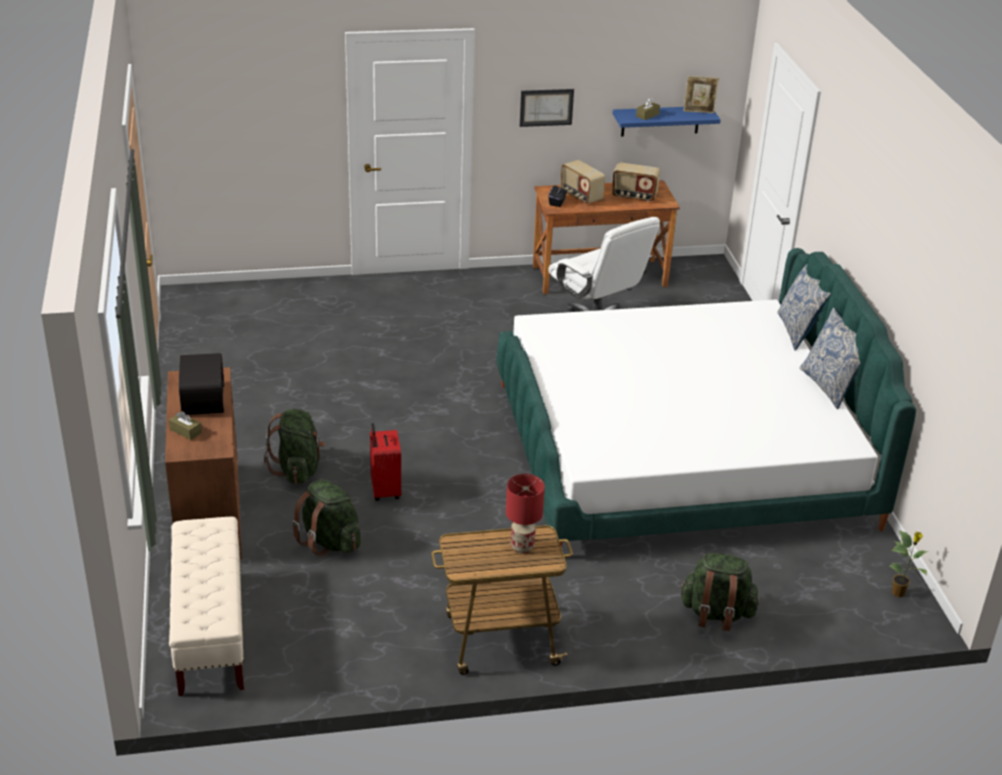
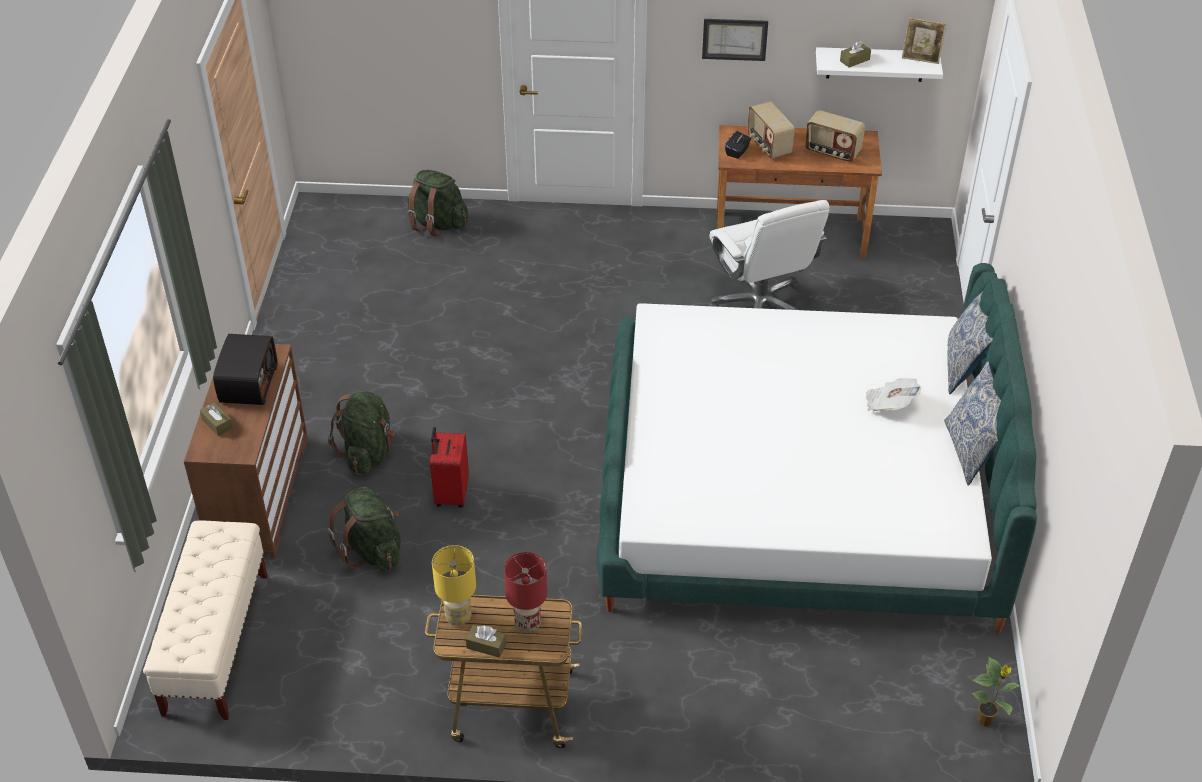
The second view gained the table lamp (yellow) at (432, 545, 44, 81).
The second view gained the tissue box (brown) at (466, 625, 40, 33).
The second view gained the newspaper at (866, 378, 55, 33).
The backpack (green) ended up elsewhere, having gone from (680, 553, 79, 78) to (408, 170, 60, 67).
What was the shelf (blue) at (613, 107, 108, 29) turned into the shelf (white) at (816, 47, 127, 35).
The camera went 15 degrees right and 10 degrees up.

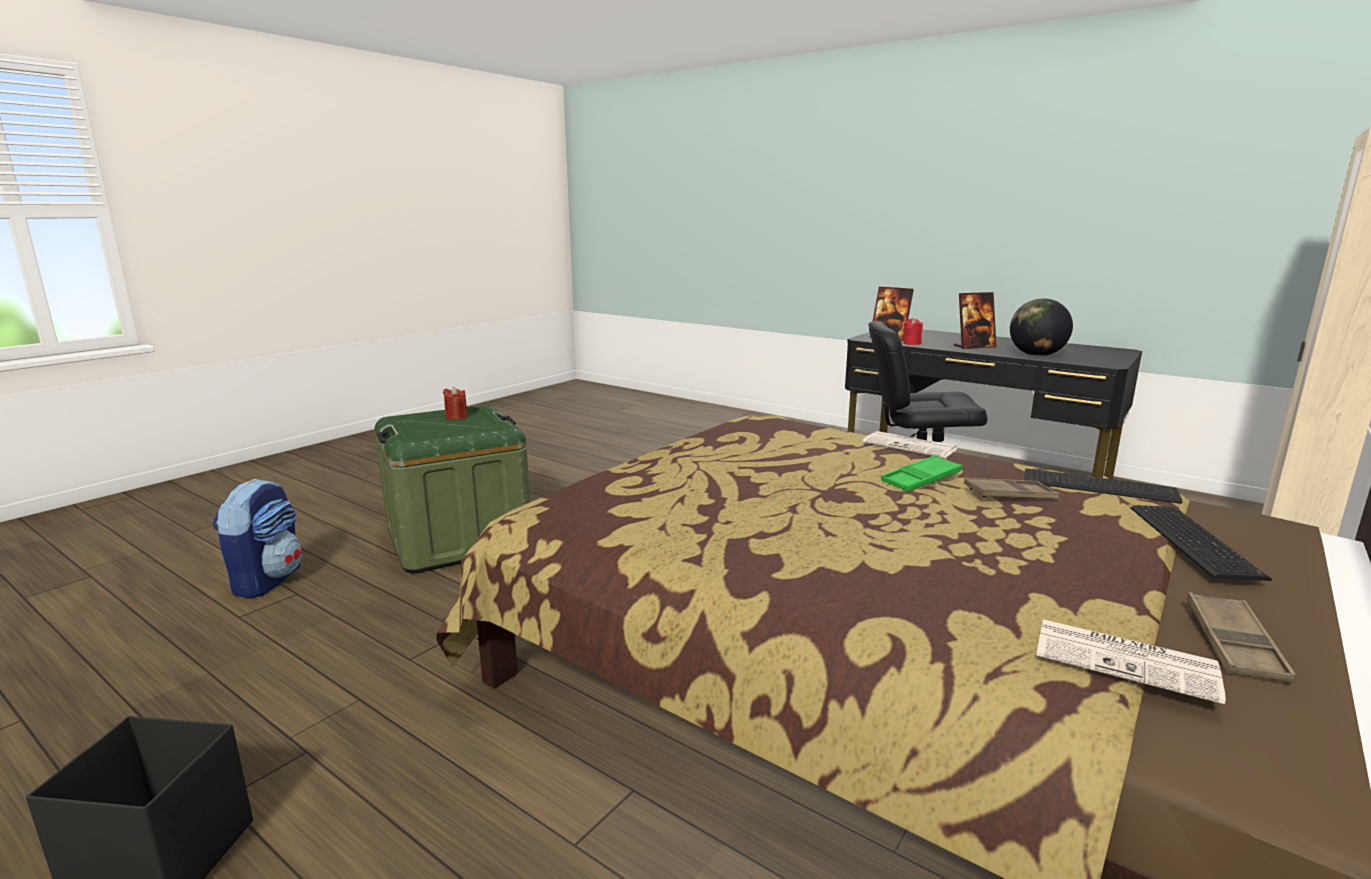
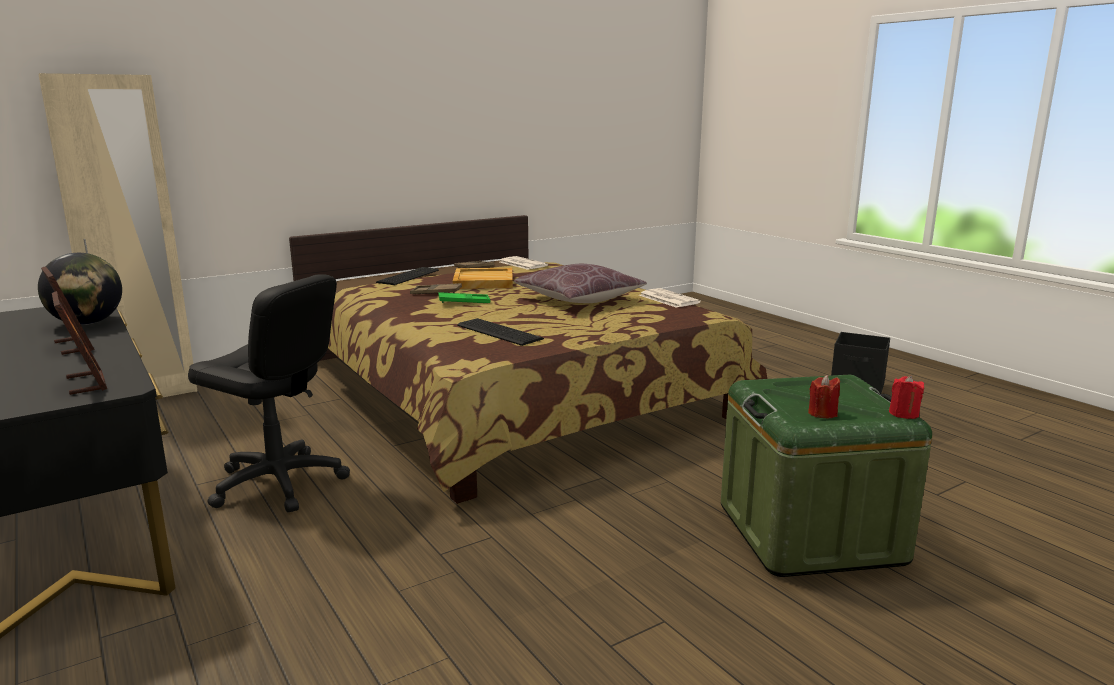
The second view lost the backpack at (213, 479, 89, 120).
The second view gained the tray (beige) at (453, 268, 60, 21).
The second view gained the pillow (brown) at (514, 264, 133, 39).
The newspaper ended up elsewhere, having gone from (863, 431, 94, 27) to (639, 288, 62, 20).
The candle (red) ended up elsewhere, having gone from (903, 318, 20, 27) to (889, 375, 35, 44).
The keyboard ended up elsewhere, having gone from (1025, 468, 157, 36) to (457, 318, 87, 28).
The picture frame at (954, 292, 42, 57) ended up facing another way, 45 degrees clockwise from before.
The camera went 160 degrees left and 0 degrees up.

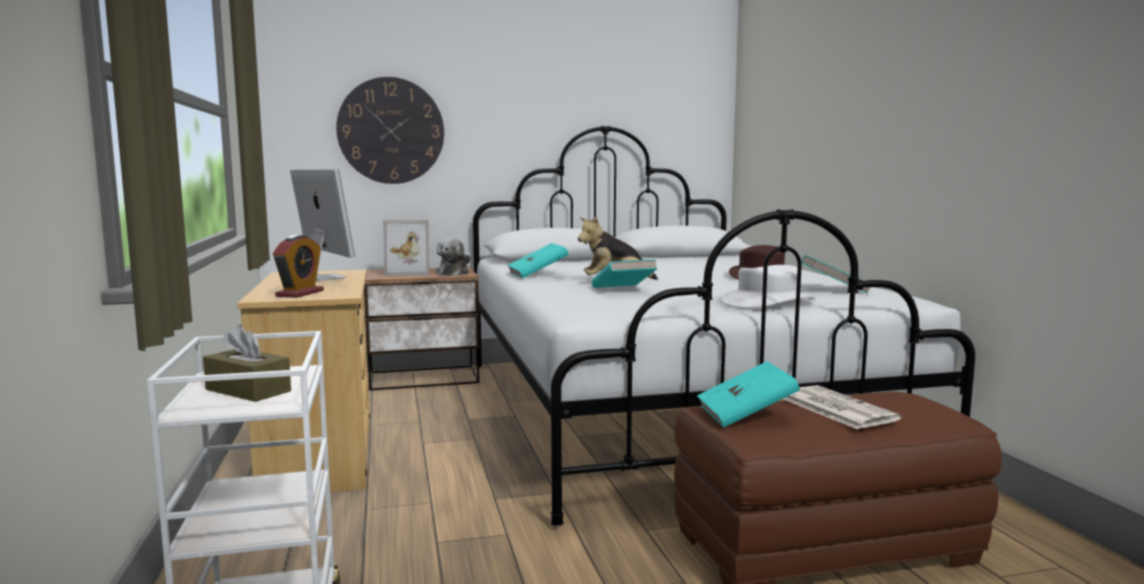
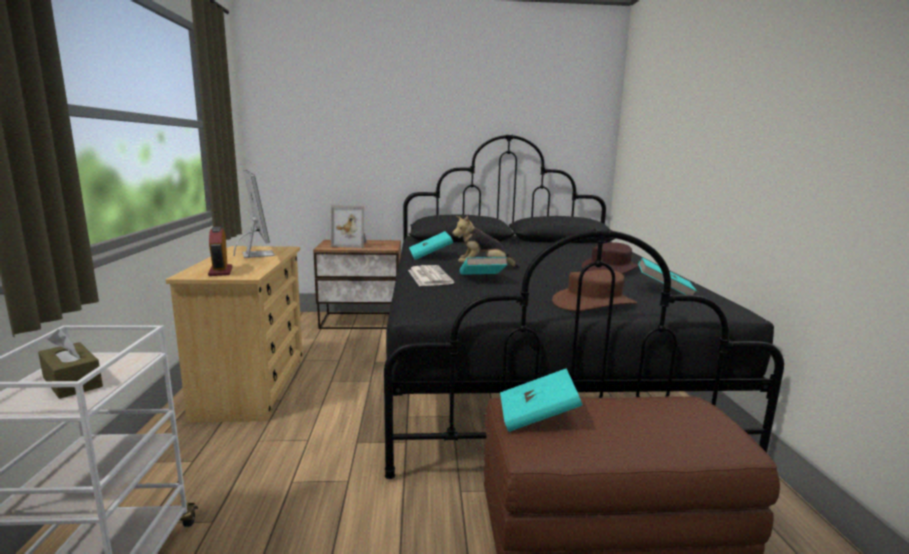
The second view lost the wall clock at (336, 77, 108, 107).
The second view lost the plush toy at (436, 238, 34, 38).
The newspaper ended up elsewhere, having gone from (783, 385, 118, 44) to (408, 265, 46, 21).
What was the bed (white) at (473, 126, 502, 400) turned into the bed (black) at (384, 135, 400, 344).
What was the hat (white) at (722, 265, 93, 43) turned into the hat (brown) at (552, 270, 85, 41).
The alarm clock at (273, 235, 51, 63) ended up facing another way, 135 degrees clockwise from before.
The camera went 10 degrees right and 5 degrees up.

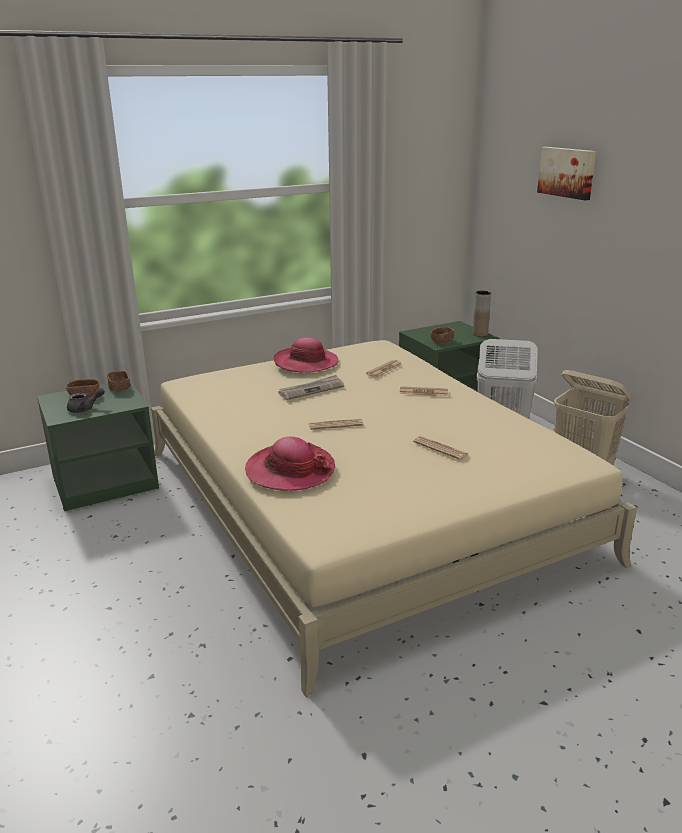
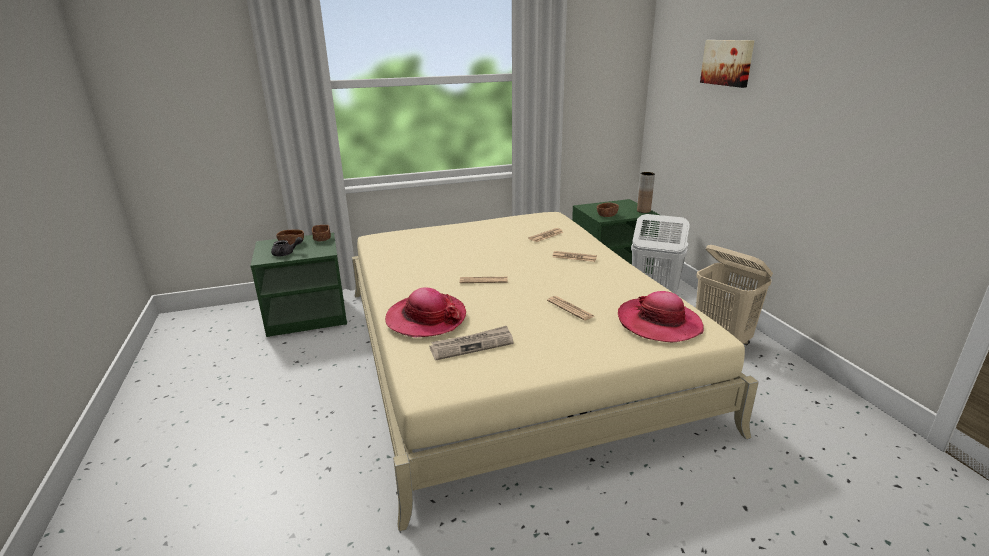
The hat ended up elsewhere, having gone from (273, 337, 65, 35) to (618, 291, 86, 51).
The newspaper ended up elsewhere, having gone from (278, 375, 66, 25) to (429, 326, 84, 34).
The camera went 10 degrees right and 0 degrees up.

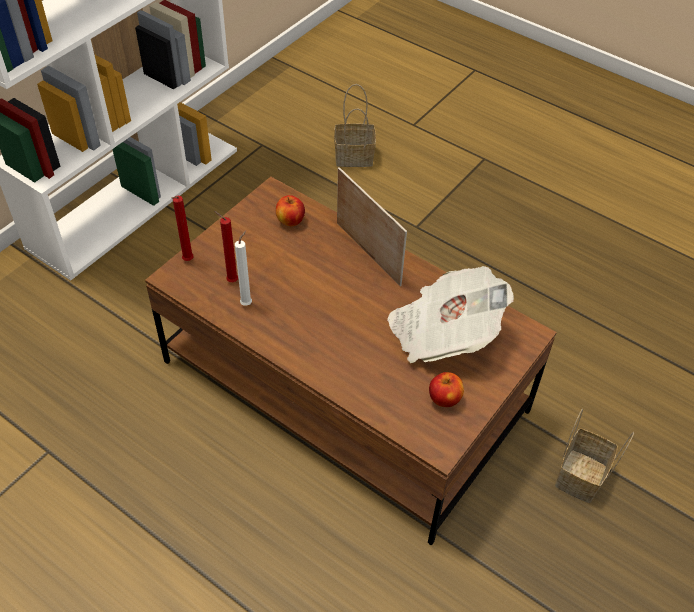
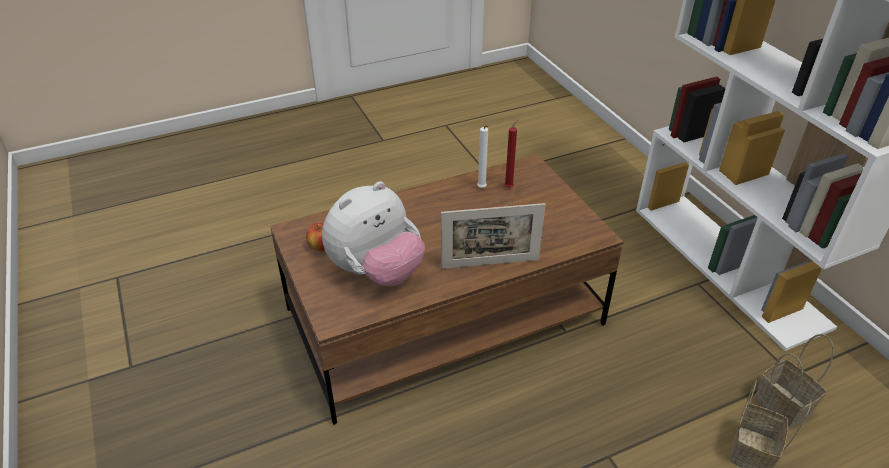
The second view lost the candle (red) at (171, 196, 23, 65).
The second view lost the apple at (276, 195, 29, 31).
The basket ended up elsewhere, having gone from (555, 409, 79, 94) to (755, 334, 79, 94).
Where the newspaper stood at (387, 266, 127, 97), the plush toy came to stand at (322, 181, 103, 105).
The camera went 120 degrees right and 10 degrees down.

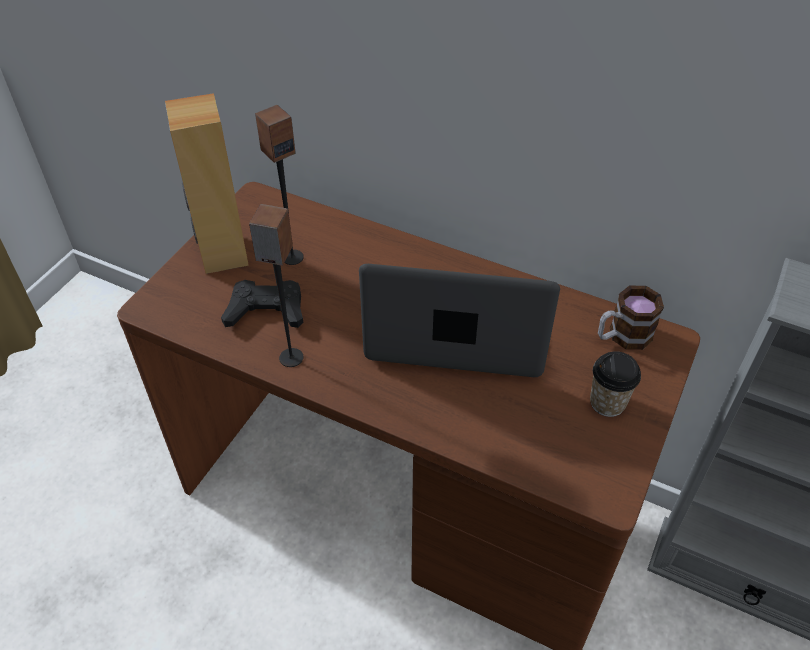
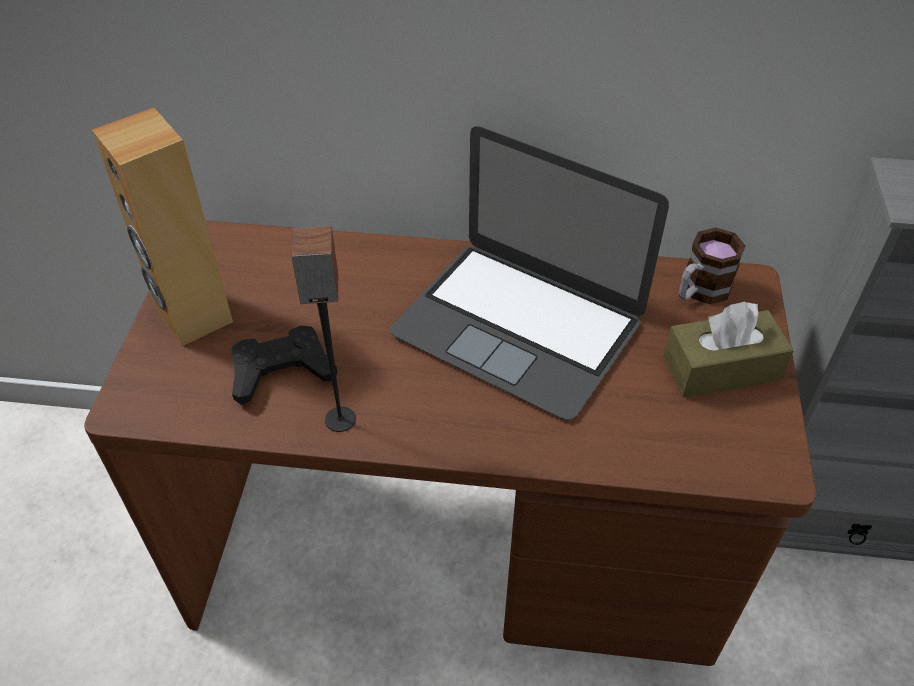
The second view lost the speaker at (255, 105, 49, 160).
Where the cup stood at (590, 351, 51, 66), the tissue box (brown) came to stand at (663, 301, 131, 96).
The laptop at (359, 264, 201, 113) ended up facing another way, 135 degrees counterclockwise from before.
The camera went 20 degrees left and 0 degrees up.

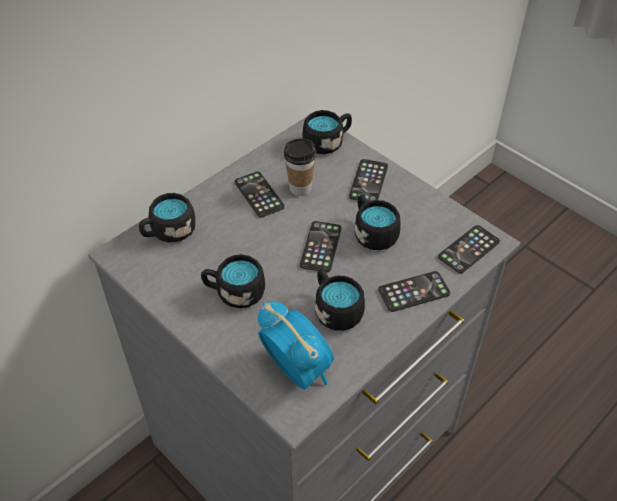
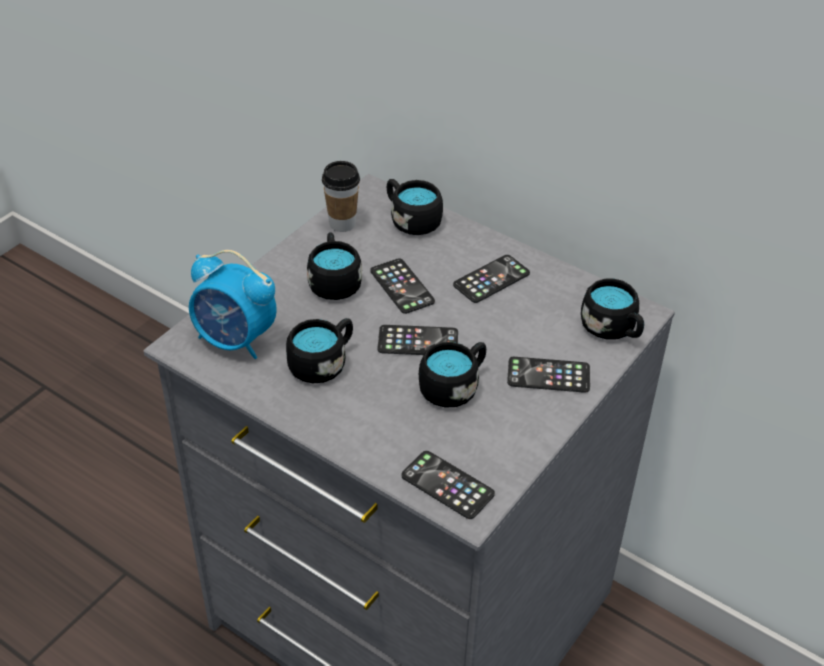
The cup ended up elsewhere, having gone from (284, 138, 32, 58) to (322, 161, 38, 71).
The phone ended up elsewhere, having gone from (378, 271, 72, 41) to (370, 258, 65, 56).
The alarm clock at (258, 302, 76, 88) ended up facing another way, 75 degrees clockwise from before.
The camera went 80 degrees right and 5 degrees down.

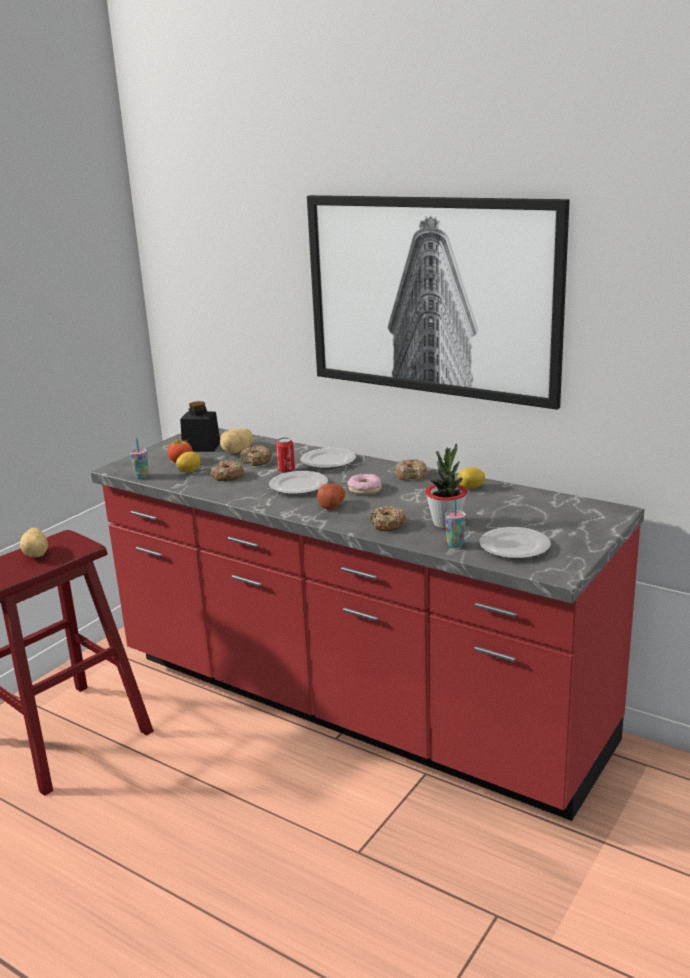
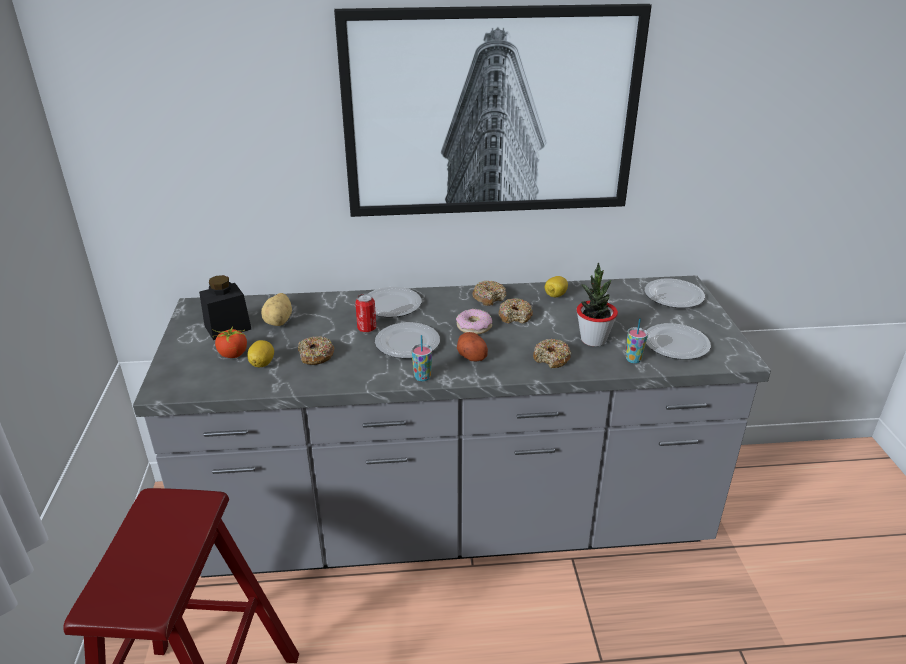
The second view lost the potato at (20, 527, 28, 30).
The second view gained the plate at (645, 279, 60, 29).
The cup ended up elsewhere, having gone from (130, 438, 19, 41) to (411, 335, 21, 46).
The donut ended up elsewhere, having gone from (241, 446, 31, 20) to (499, 298, 34, 26).
What was the counter (red) at (91, 428, 554, 393) turned into the counter (grey) at (133, 275, 638, 303).
The camera went 40 degrees left and 10 degrees up.

